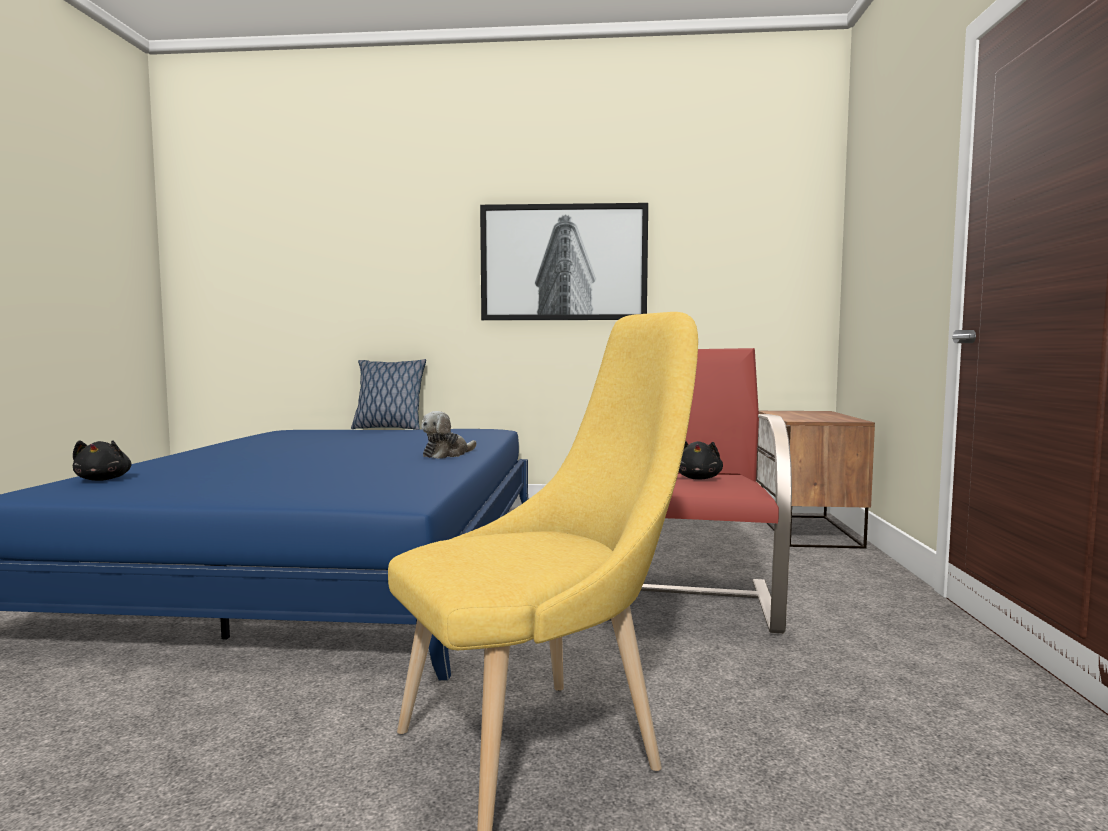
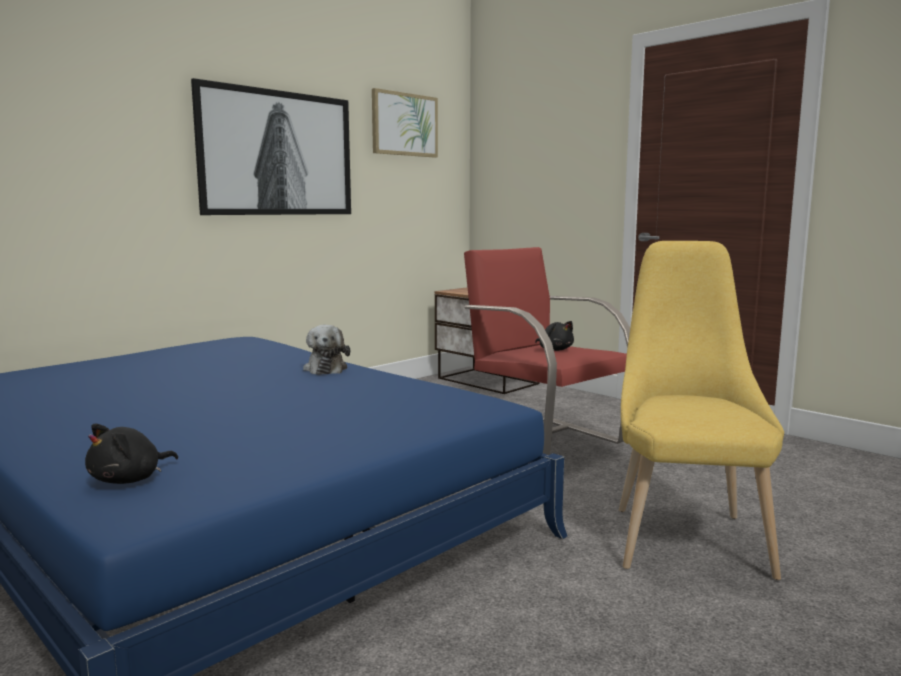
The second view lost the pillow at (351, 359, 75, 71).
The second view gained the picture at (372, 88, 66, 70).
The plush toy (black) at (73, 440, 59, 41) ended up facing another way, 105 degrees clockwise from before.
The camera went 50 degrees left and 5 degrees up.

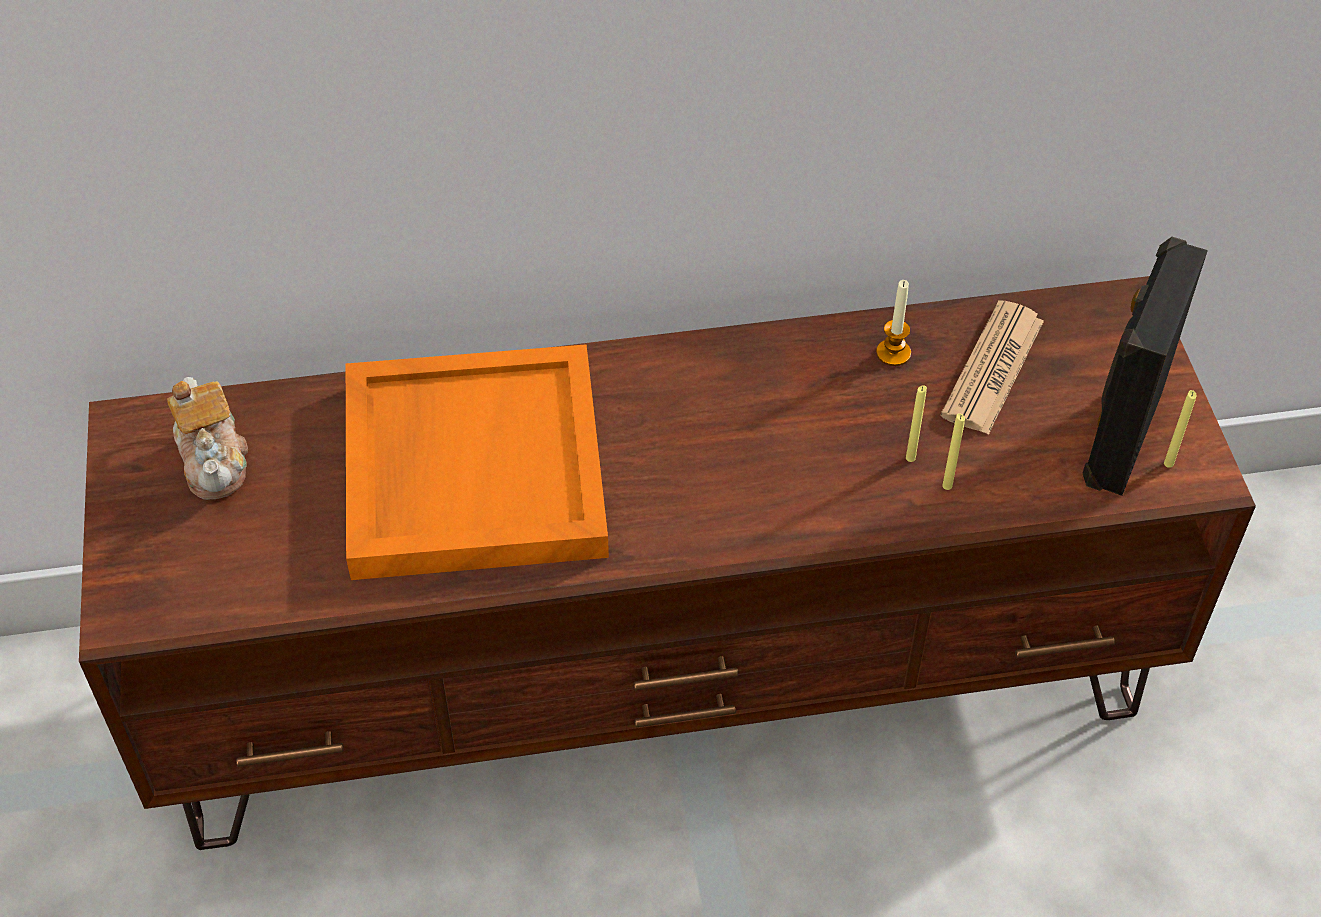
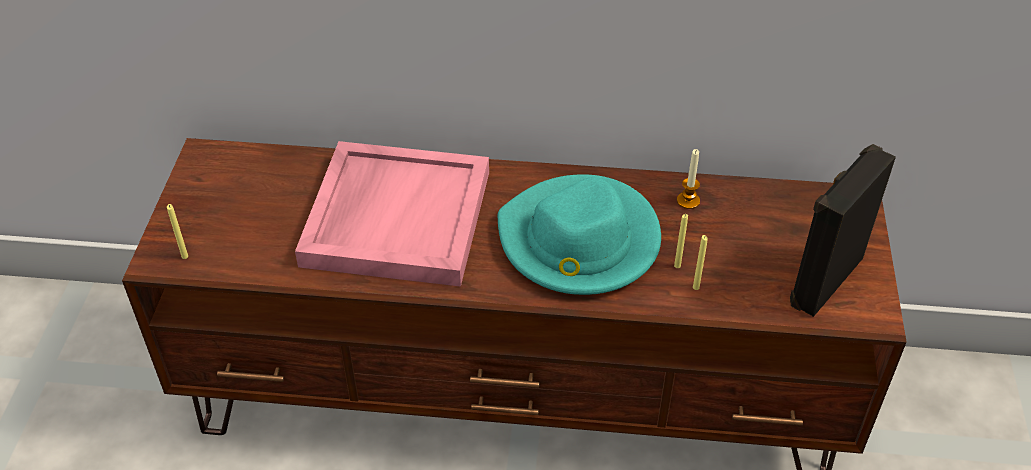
The second view lost the teapot at (167, 377, 81, 123).
The second view lost the newspaper at (940, 300, 104, 135).
The second view gained the hat (turquoise) at (498, 174, 163, 121).
The candle (yellow) ended up elsewhere, having gone from (1164, 390, 33, 78) to (167, 204, 21, 55).
What was the tray (orange) at (346, 344, 263, 236) turned into the tray (pink) at (295, 141, 194, 146).
The camera went 15 degrees right and 5 degrees down.

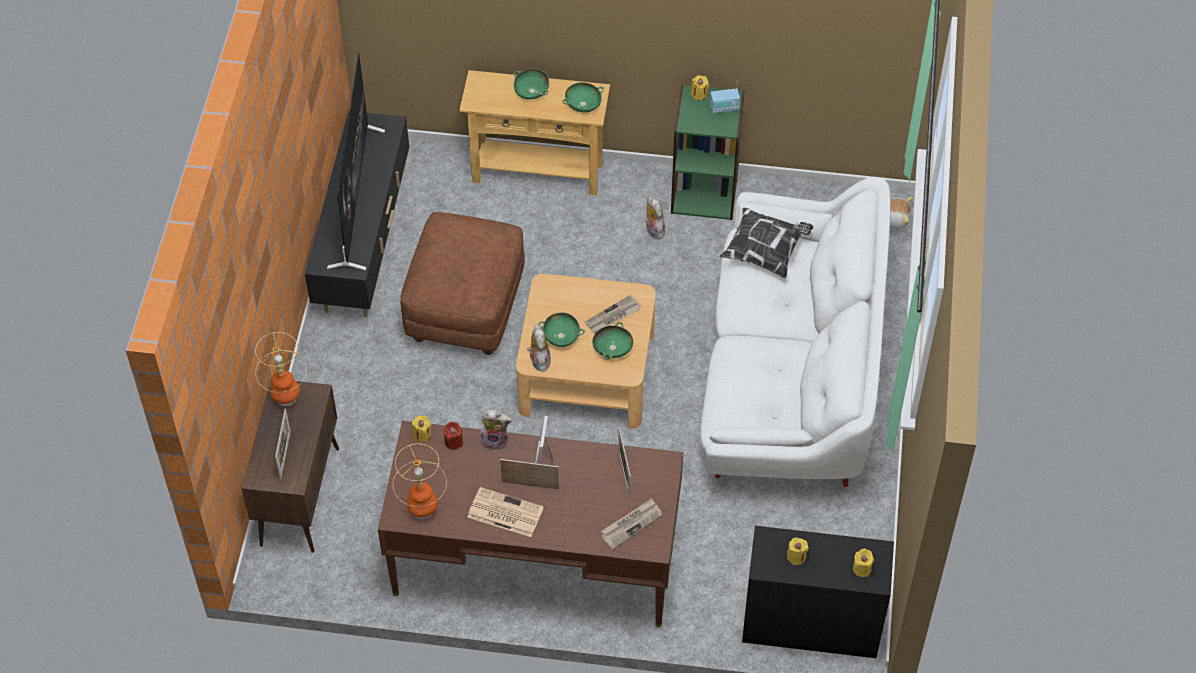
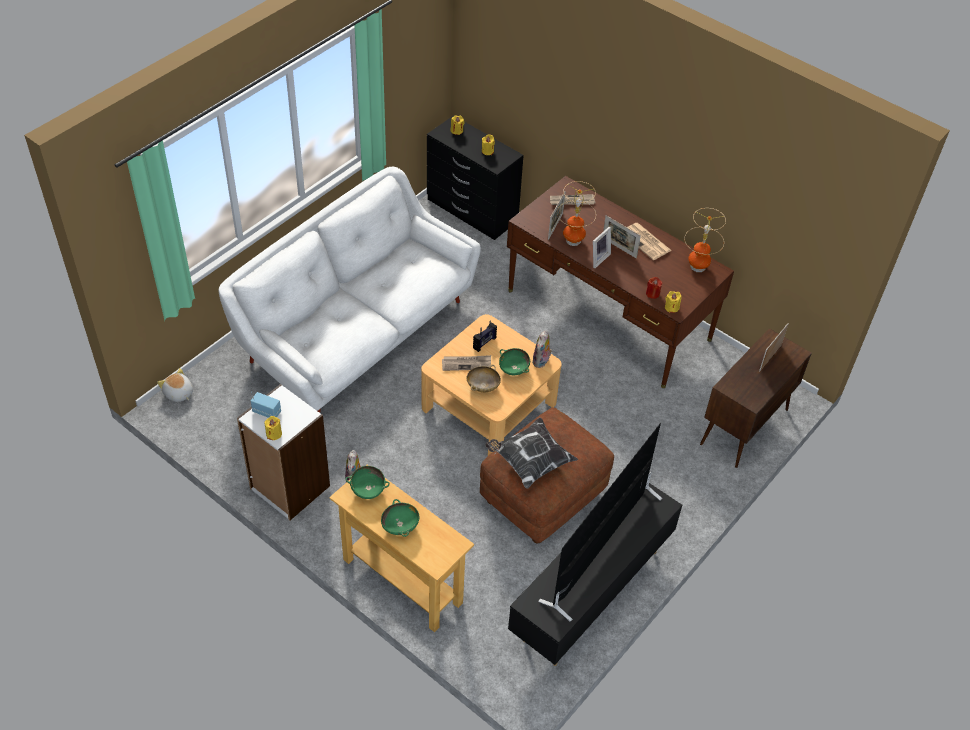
The second view lost the plush toy at (480, 410, 32, 41).
The second view gained the bowl (beige) at (467, 365, 34, 27).
The table lamp ended up elsewhere, having gone from (255, 332, 52, 75) to (557, 181, 39, 65).
The pillow ended up elsewhere, having gone from (720, 208, 93, 70) to (485, 417, 93, 72).
Where the bowl (green) stood at (592, 322, 41, 37), the radio came to stand at (473, 321, 24, 31).
What was the bookcase (green) at (671, 85, 74, 135) turned into the bookcase (white) at (237, 384, 93, 136).
The camera went 150 degrees left and 5 degrees down.

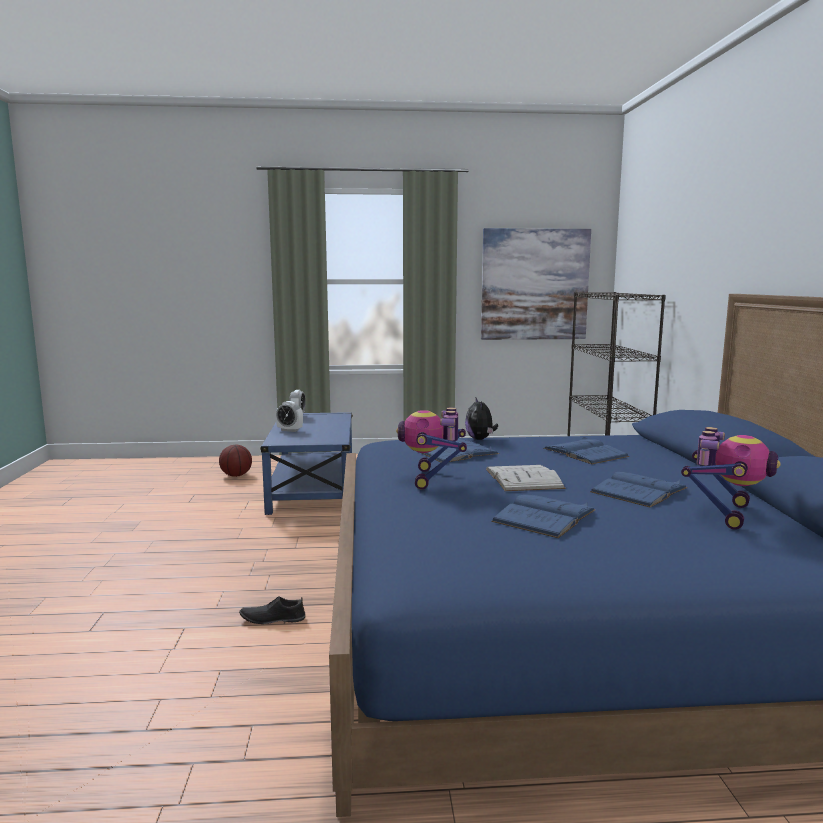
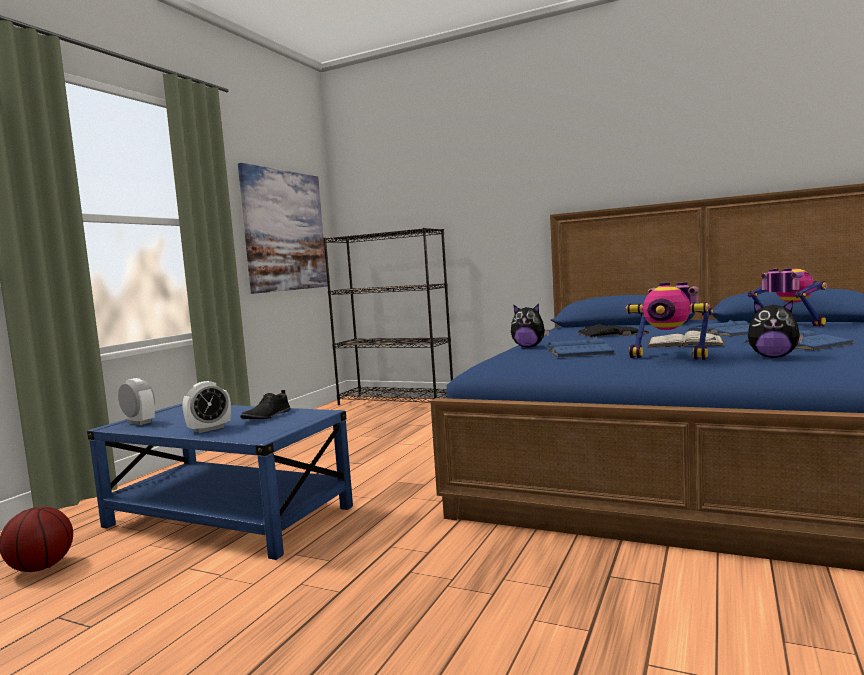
The second view gained the plush toy at (748, 300, 55, 58).
The shoe (black) ended up elsewhere, having gone from (239, 596, 66, 28) to (240, 390, 51, 29).
What was the book (blue) at (543, 437, 87, 27) turned into the book (black) at (577, 324, 73, 13).
The camera went 60 degrees left and 5 degrees down.

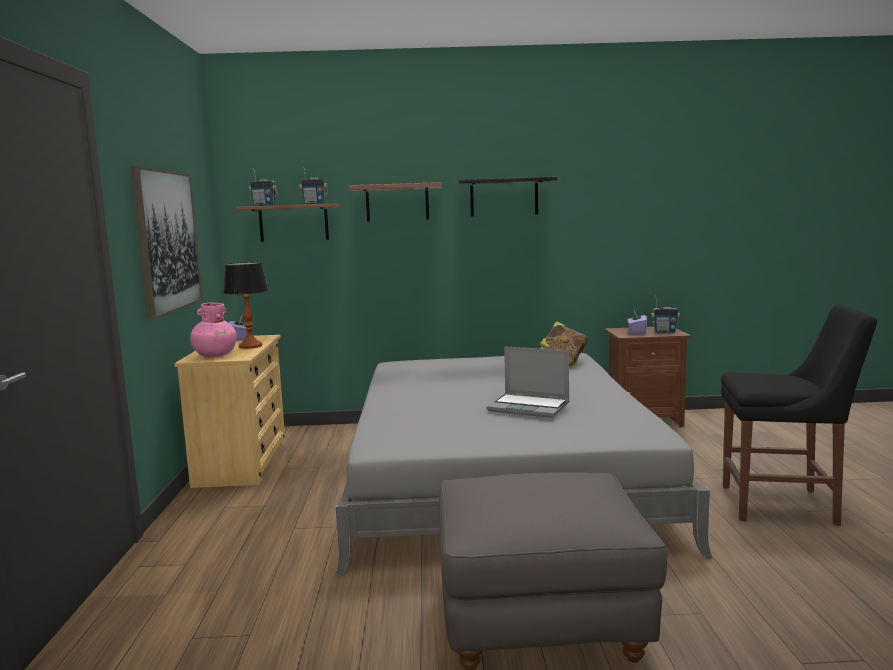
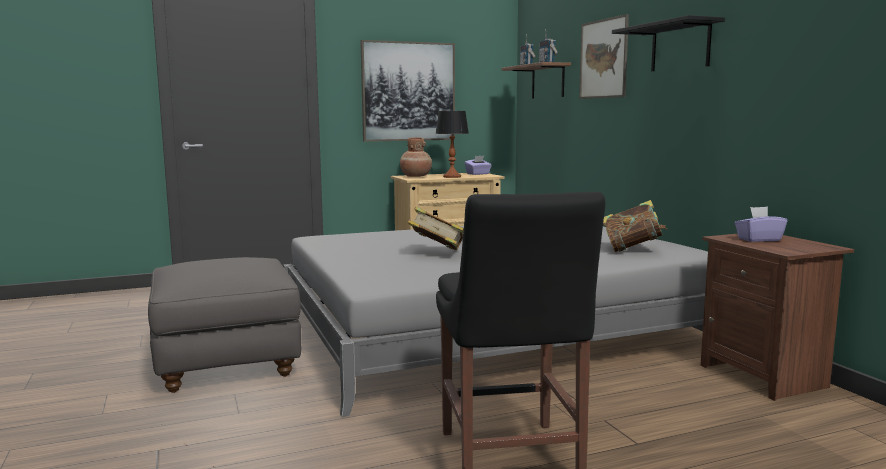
The second view lost the radio at (651, 296, 29, 37).
Where the shelf hung at (349, 182, 93, 40), the picture came to hang at (579, 14, 50, 85).
Where the laptop stood at (487, 346, 82, 72), the book came to stand at (408, 207, 56, 43).
What was the vase (pink) at (190, 303, 47, 54) turned into the vase (brown) at (400, 137, 32, 40).
The camera went 70 degrees right and 0 degrees up.

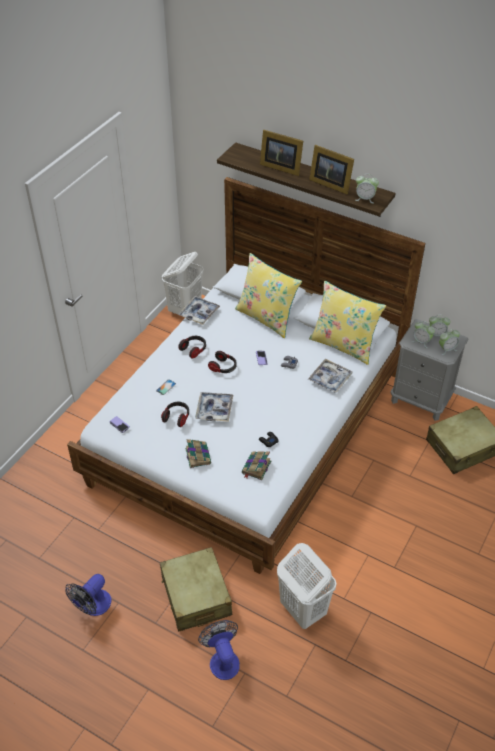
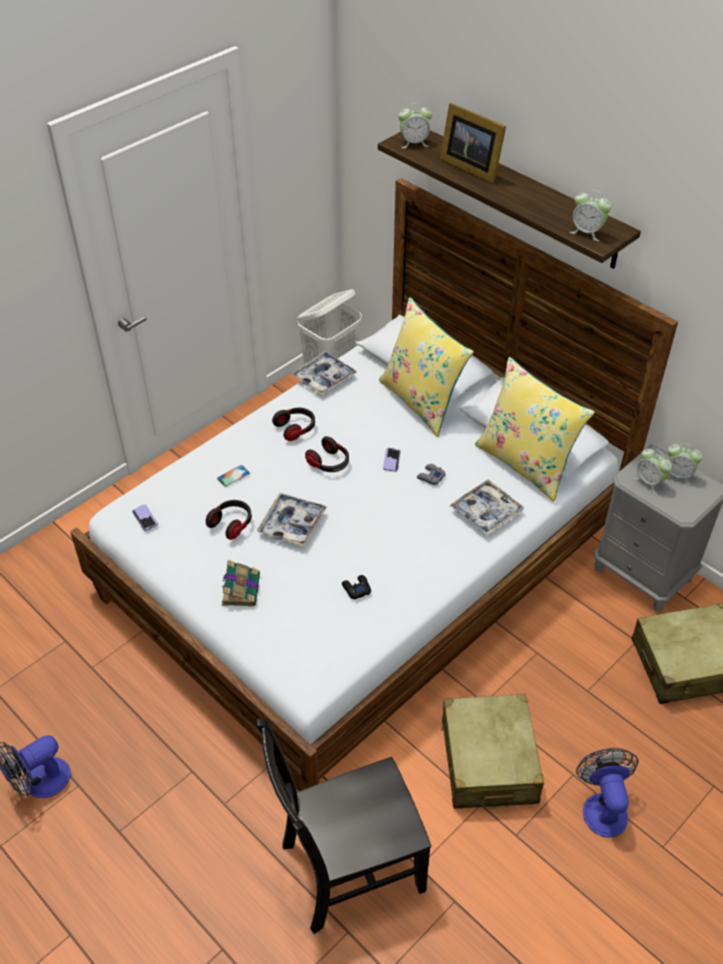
The second view lost the book at (242, 452, 29, 28).
The second view lost the picture frame at (309, 145, 45, 49).
The suitcase (beige) ended up elsewhere, having gone from (160, 547, 72, 85) to (441, 694, 103, 115).
The fan ended up elsewhere, having gone from (198, 620, 42, 60) to (576, 748, 62, 90).
The alarm clock ended up elsewhere, having gone from (439, 329, 21, 26) to (398, 103, 34, 45).
Where the laundry basket (white) stood at (277, 543, 59, 86), the chair (black) came to stand at (257, 719, 174, 215).
The camera went 15 degrees right and 0 degrees up.

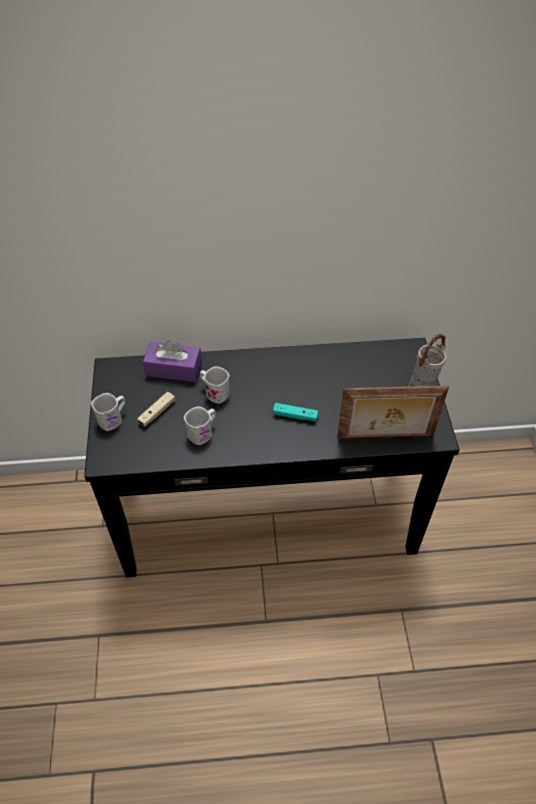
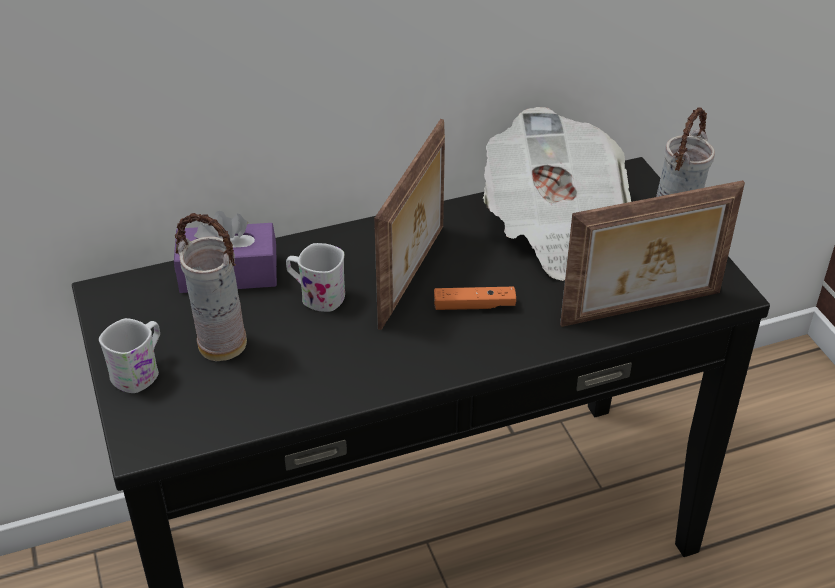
The second view lost the mug (white) at (184, 406, 32, 39).
The second view gained the picture frame at (374, 119, 71, 211).
The second view gained the newspaper at (483, 107, 148, 174).
Where the game controller (beige) stood at (137, 392, 38, 35), the vase came to stand at (175, 213, 72, 148).
What was the game controller (turquoise) at (273, 403, 45, 19) turned into the game controller (orange) at (434, 287, 82, 23).
The camera went 15 degrees left and 10 degrees down.

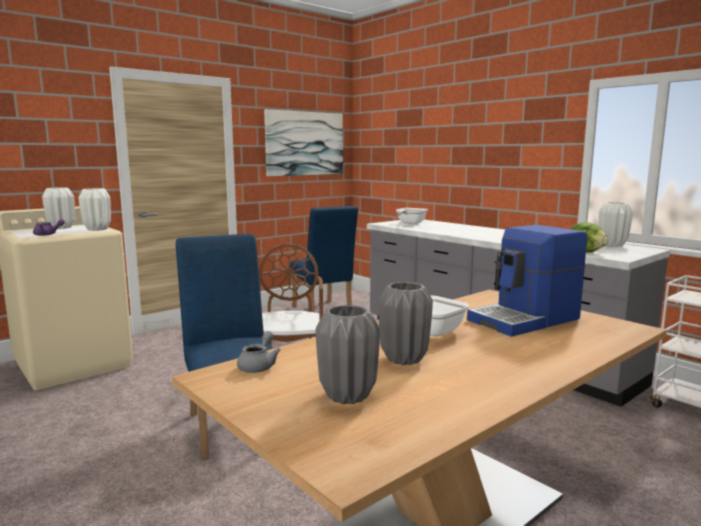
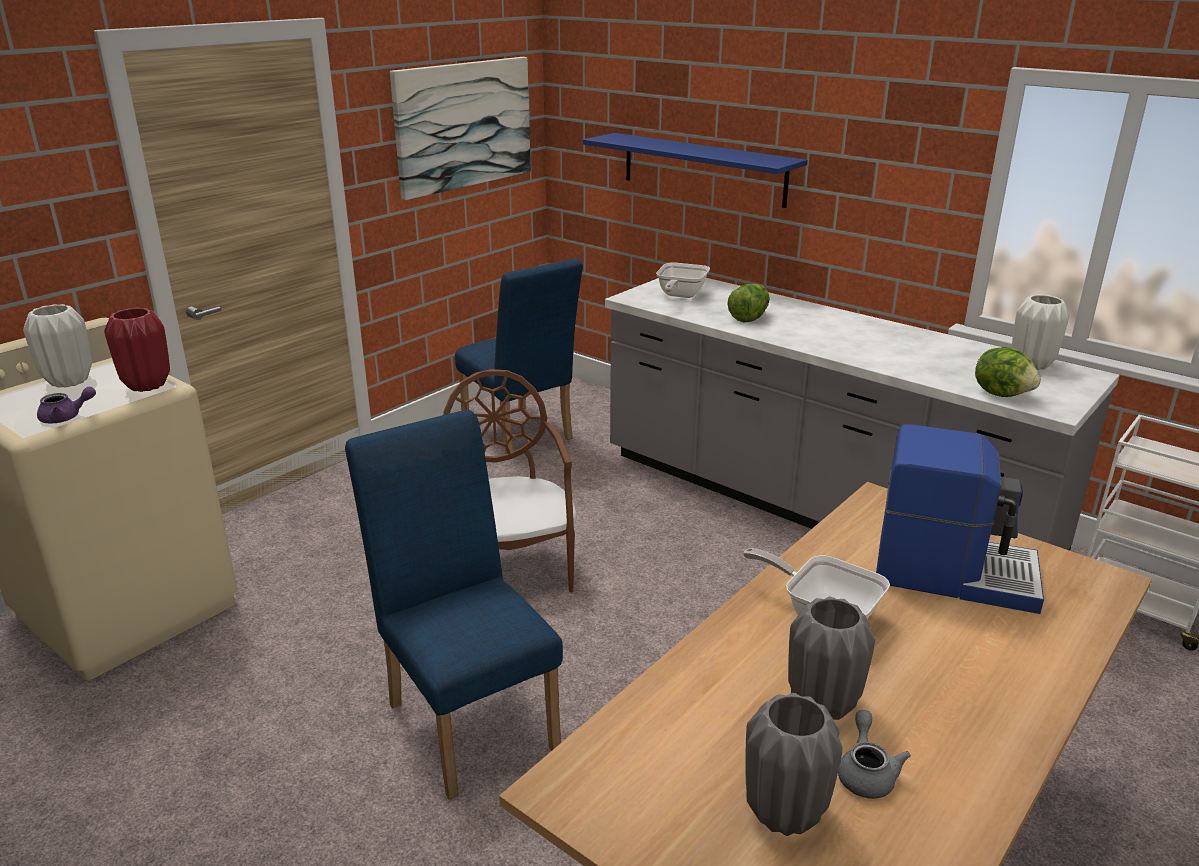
The second view gained the shelf (blue) at (583, 133, 225, 75).
The second view gained the lettuce at (727, 284, 43, 38).
The teapot (grey) ended up elsewhere, having gone from (237, 331, 44, 42) to (838, 710, 73, 89).
What was the vase (white) at (79, 188, 32, 43) turned into the vase (red) at (104, 308, 66, 84).
The coffee machine at (467, 225, 120, 112) ended up facing another way, 120 degrees counterclockwise from before.
The camera went 10 degrees left and 15 degrees up.

